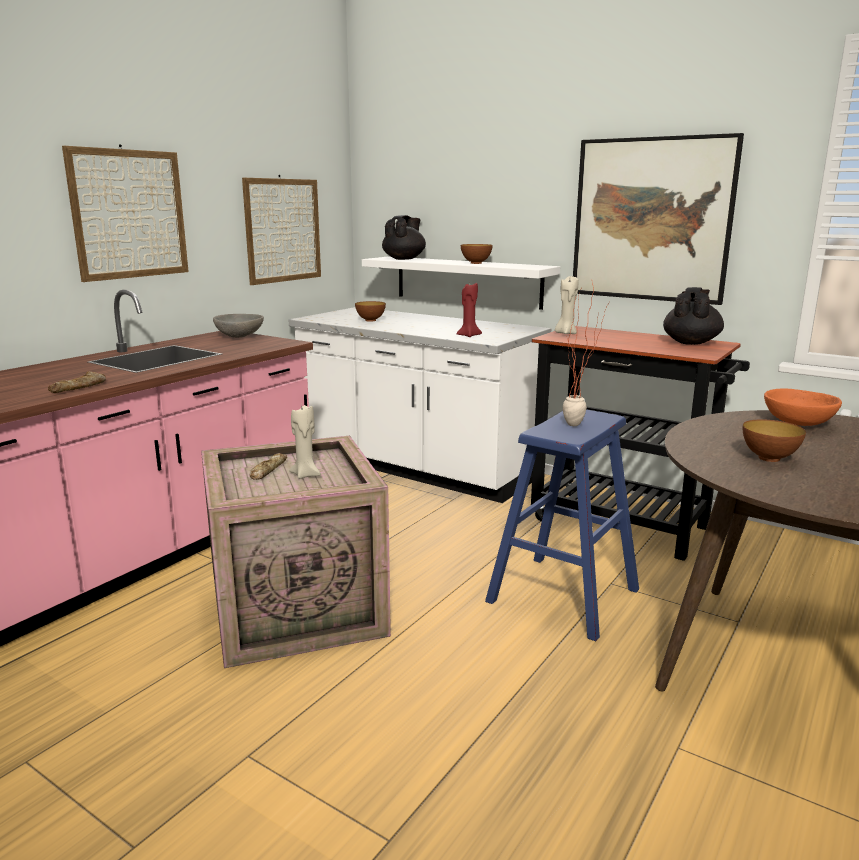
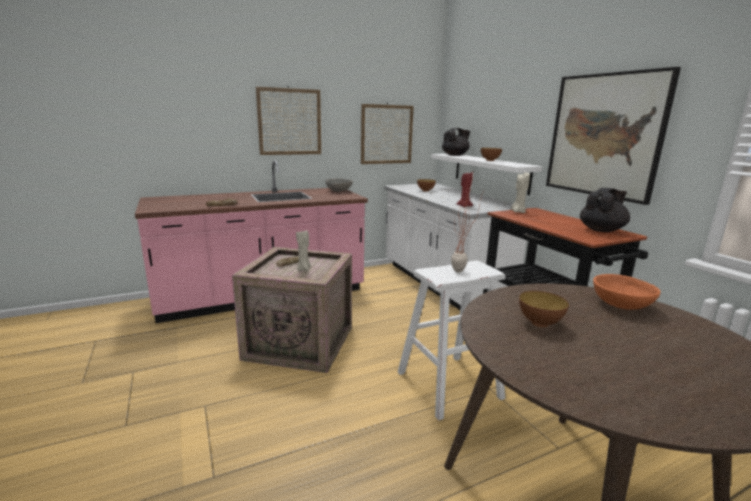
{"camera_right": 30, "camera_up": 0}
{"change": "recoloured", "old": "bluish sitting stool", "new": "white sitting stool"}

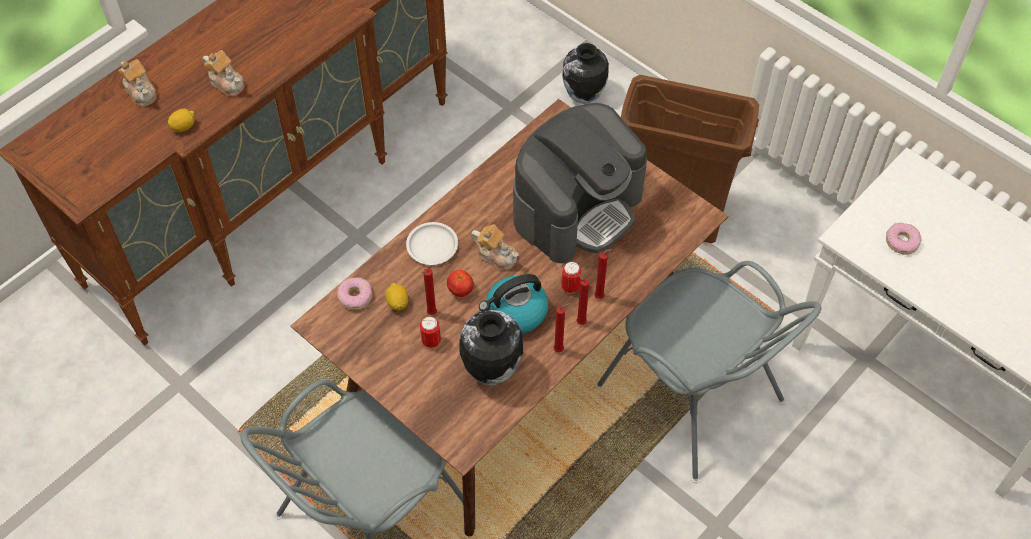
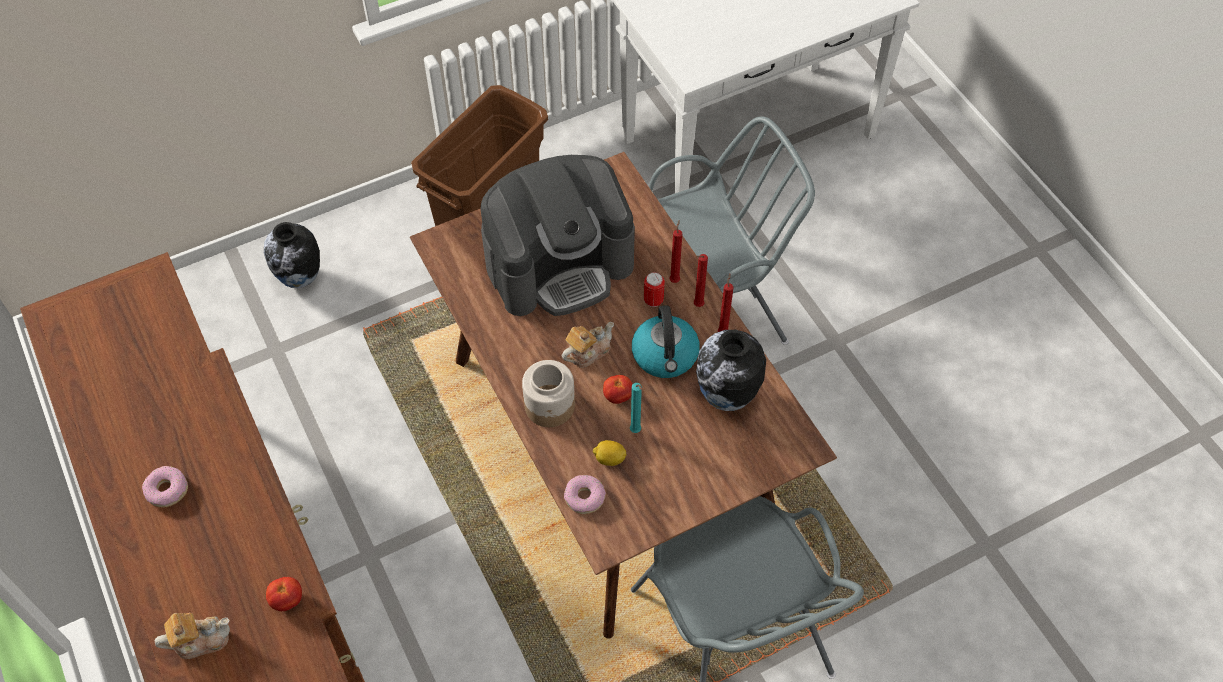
{"camera_right": -70, "camera_up": 0}
{"change": "replaced", "old": "whole lemon (1st from left)", "new": "whole tomato (1st from left)"}
{"change": "removed", "old": "pot for tea (2nd from left)"}
{"change": "replaced", "old": "white flat dish", "new": "preserve jar"}
{"change": "removed", "old": "metal can (1st from left)"}
{"change": "recoloured", "old": "reddish candle (1st from left)", "new": "blue-green candle"}
{"change": "turned", "old": "coffee brewer", "degrees": 90}
{"change": "moved", "old": "doughnut (2nd from left in the first image)", "new": "doughnut (1st from left)"}

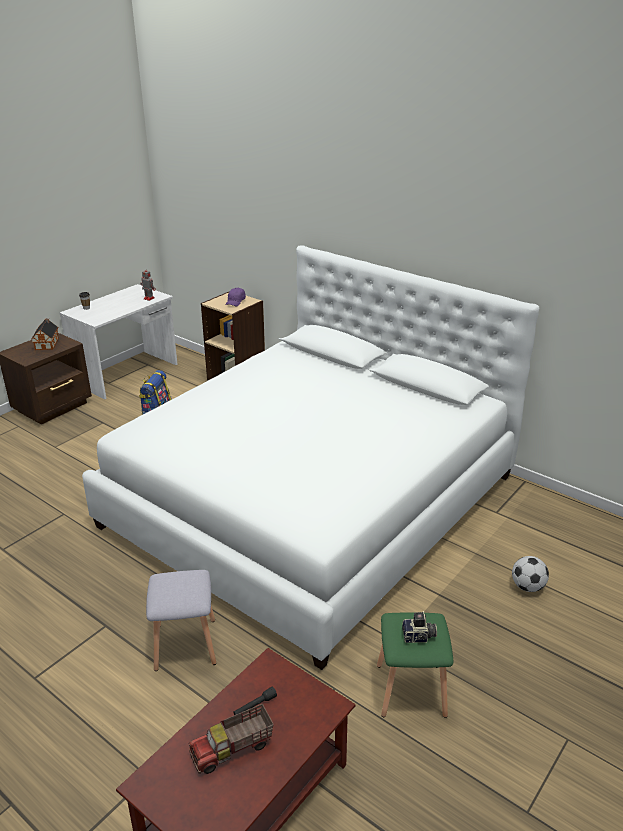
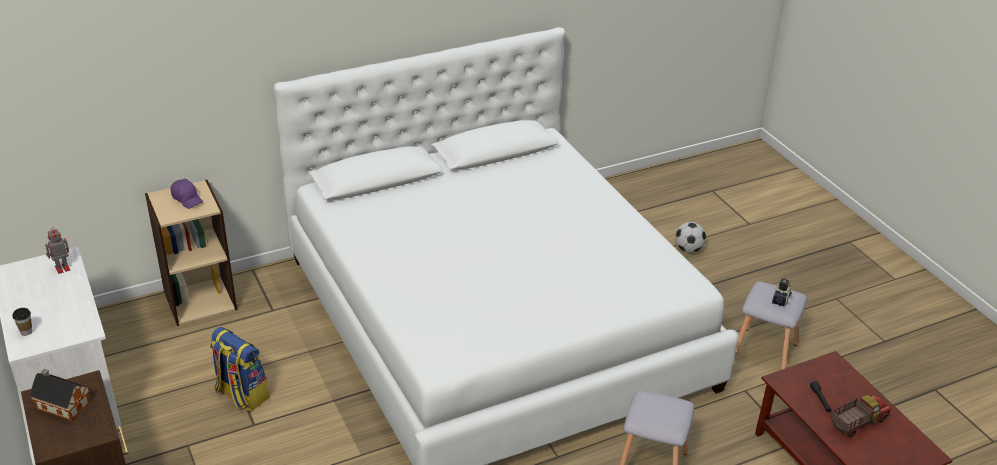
{"camera_right": -65, "camera_up": 5}
{"change": "turned", "old": "toy truck", "degrees": -120}
{"change": "recoloured", "old": "green-coloured sitting stool", "new": "greyish sitting stool (2nd from left)"}

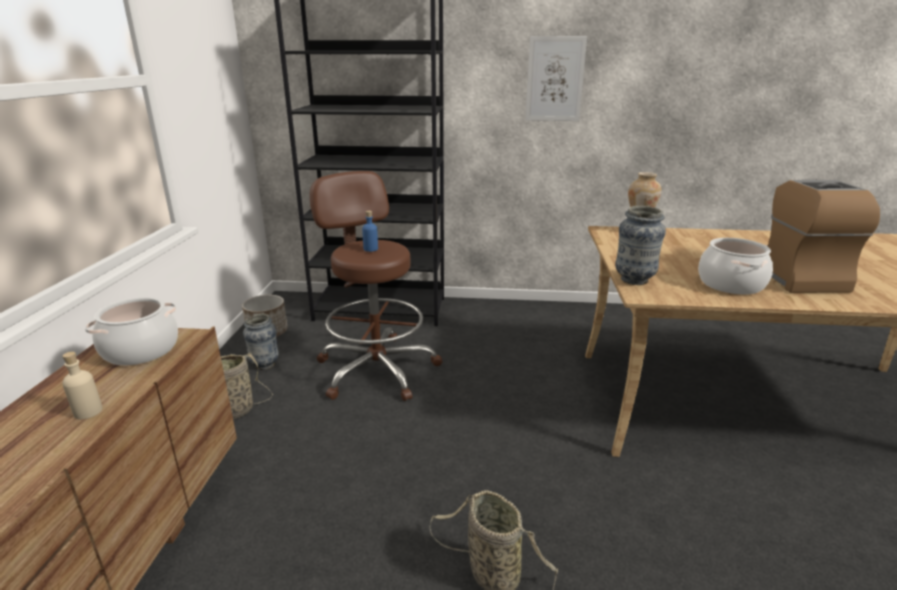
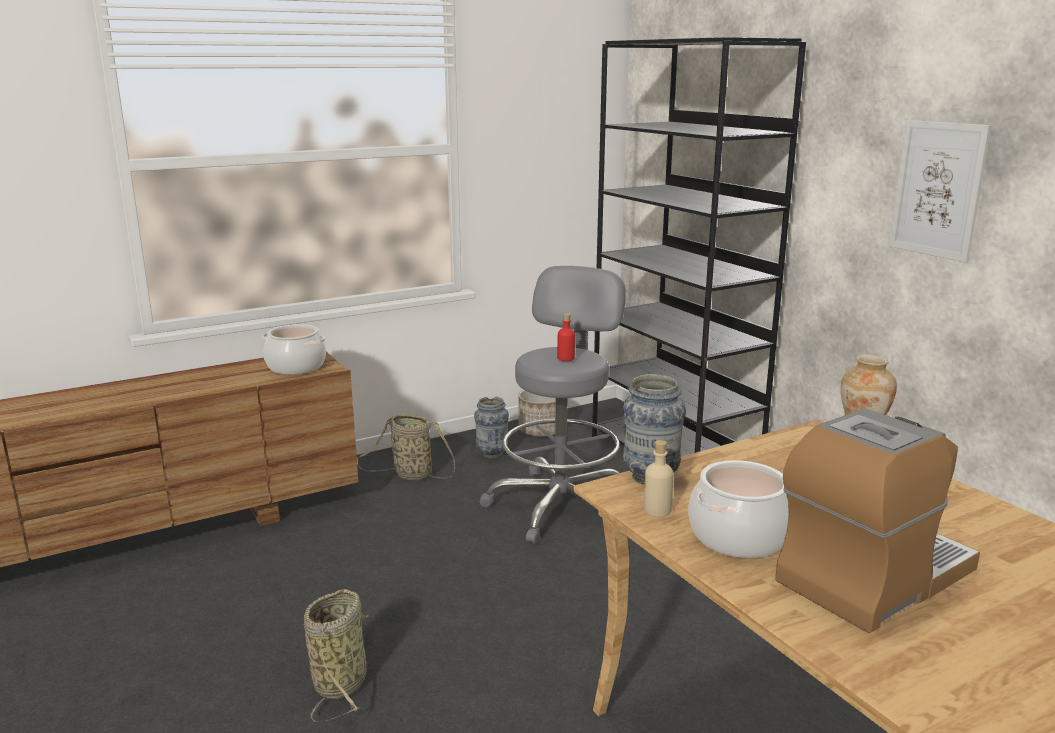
{"camera_right": 55, "camera_up": -5}
{"change": "moved", "old": "beige beverage bottle"}
{"change": "recoloured", "old": "brownish sitting stool", "new": "greyish sitting stool"}
{"change": "recoloured", "old": "bluish beverage bottle", "new": "reddish beverage bottle"}

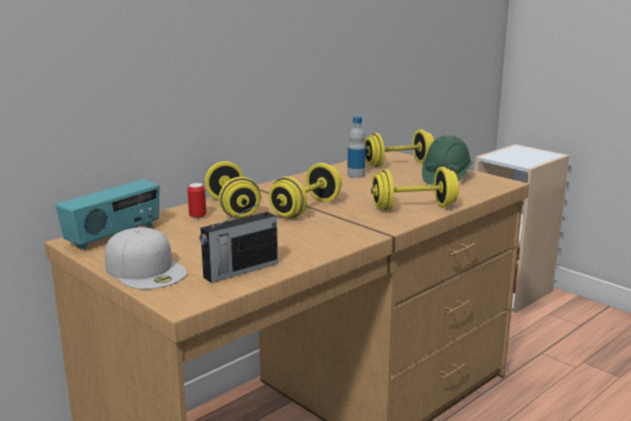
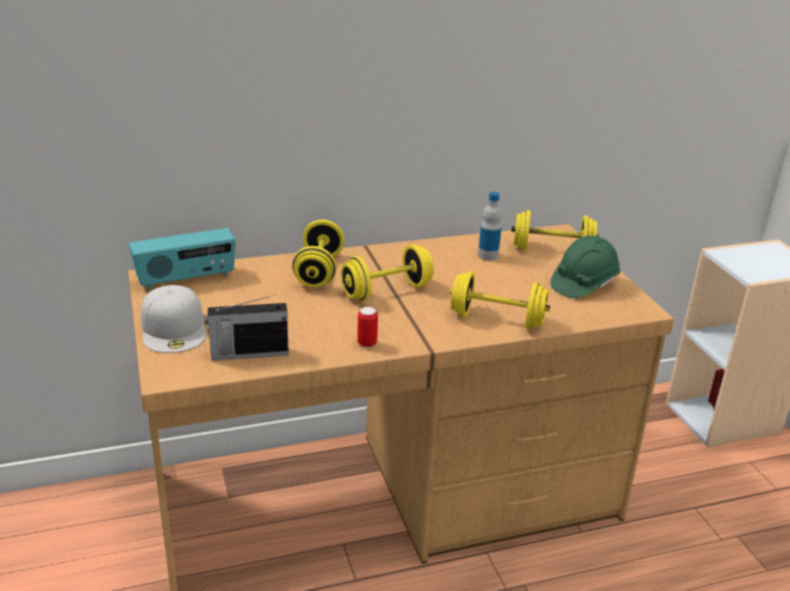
{"camera_right": 25, "camera_up": 10}
{"change": "moved", "old": "metal can"}

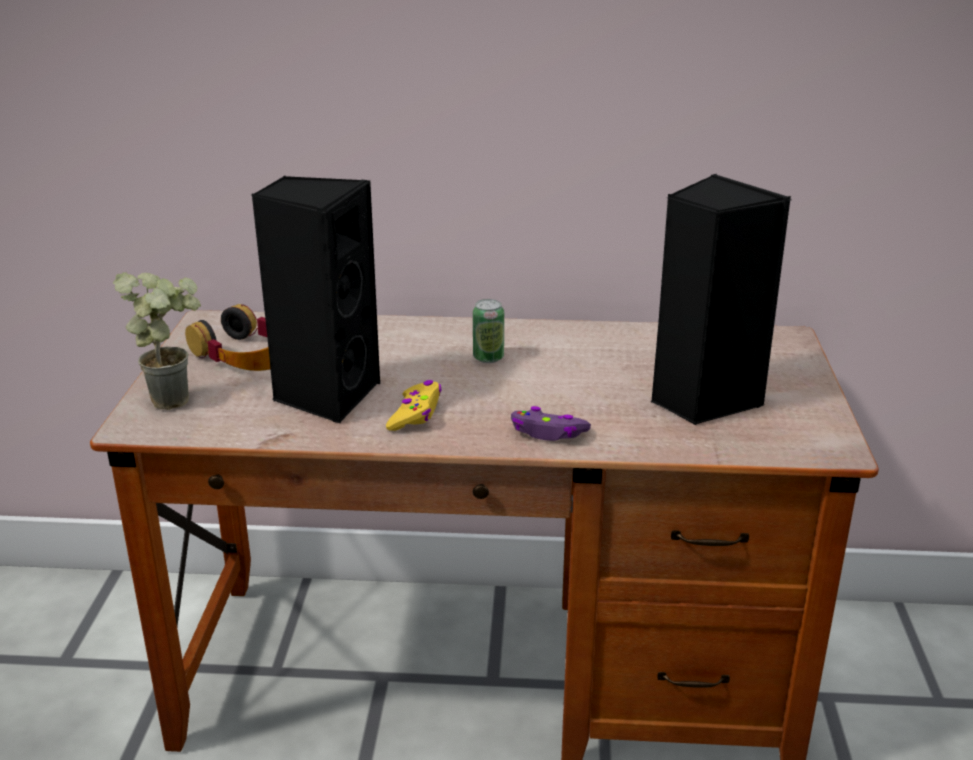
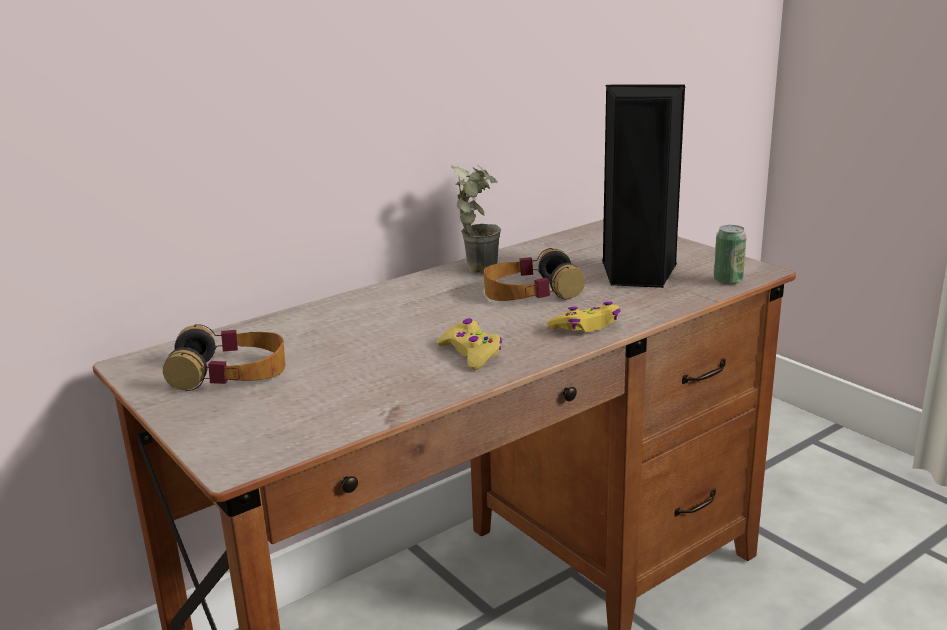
{"camera_right": -40, "camera_up": -5}
{"change": "moved", "old": "plant in a pot"}
{"change": "removed", "old": "black-coloured audio speaker (1st from left)"}
{"change": "moved", "old": "metal can"}
{"change": "recoloured", "old": "purple-coloured joypad", "new": "yellowish joypad (2nd from left)"}
{"change": "added", "new": "headphones (2nd from left)"}

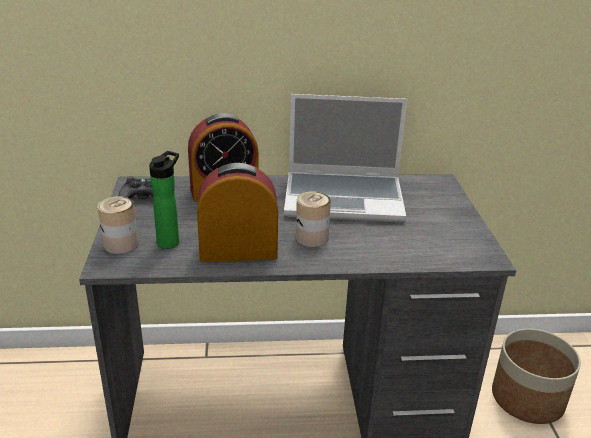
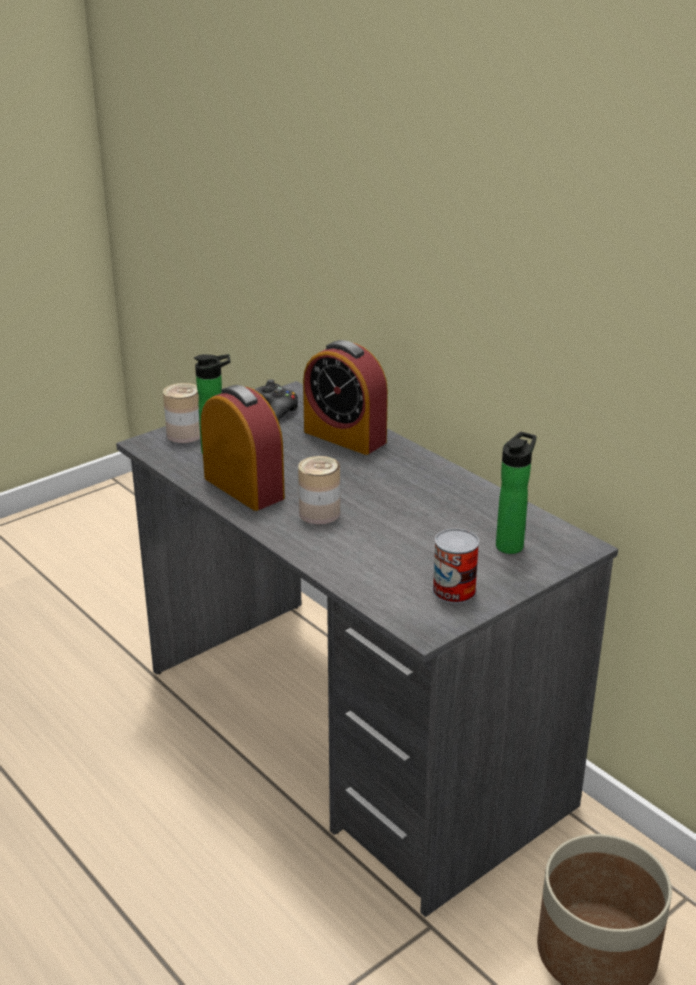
{"camera_right": 55, "camera_up": 0}
{"change": "removed", "old": "portable computer"}
{"change": "added", "new": "metal can (3rd from left)"}
{"change": "added", "new": "beverage bottle (2nd from left)"}

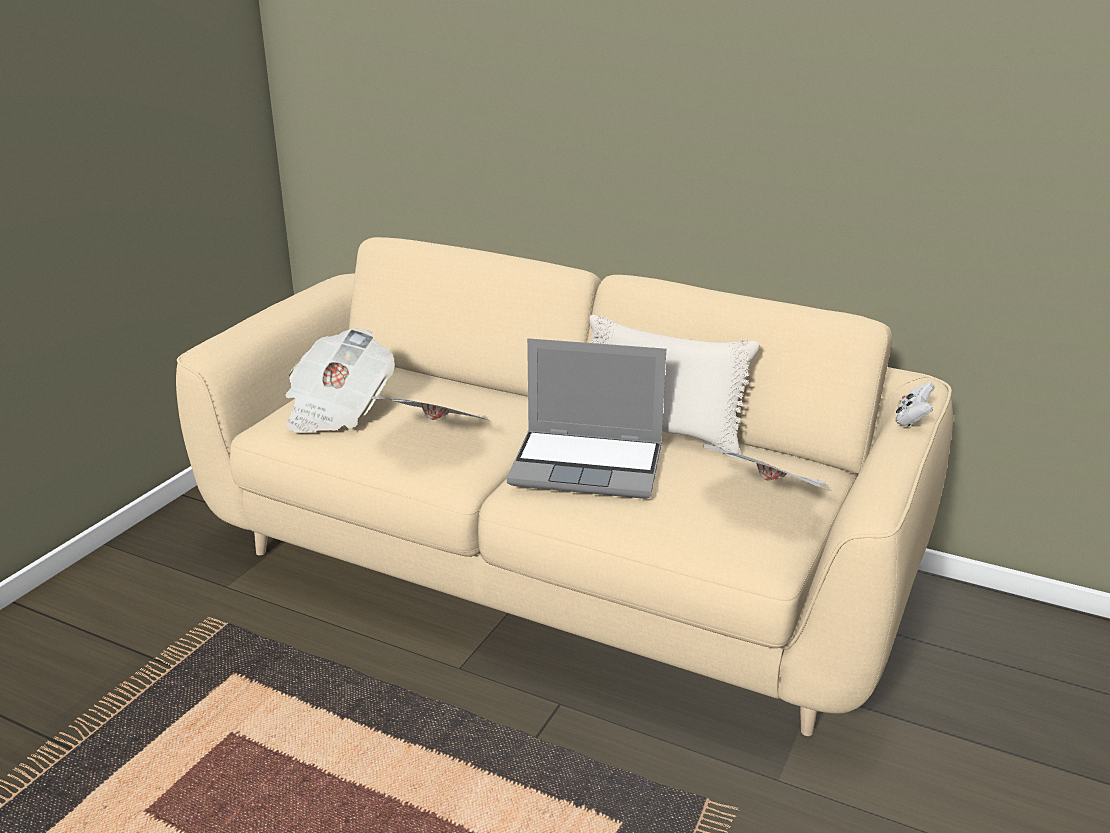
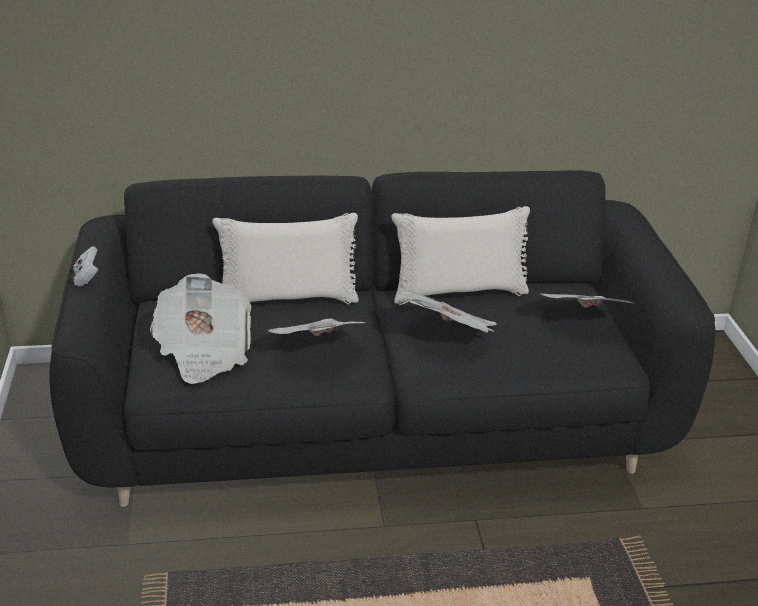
{"camera_right": -35, "camera_up": 5}
{"change": "recoloured", "old": "beige sofa", "new": "black-coloured sofa"}
{"change": "replaced", "old": "portable computer", "new": "daily paper (3rd from left)"}
{"change": "moved", "old": "white joypad"}
{"change": "added", "new": "white throw pillow (1st from left)"}

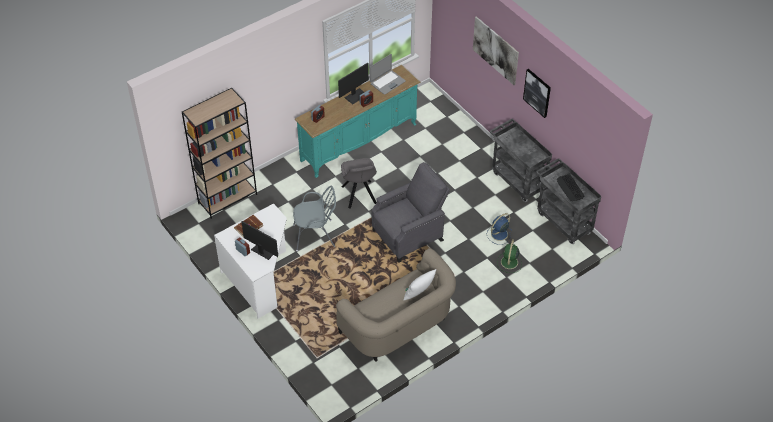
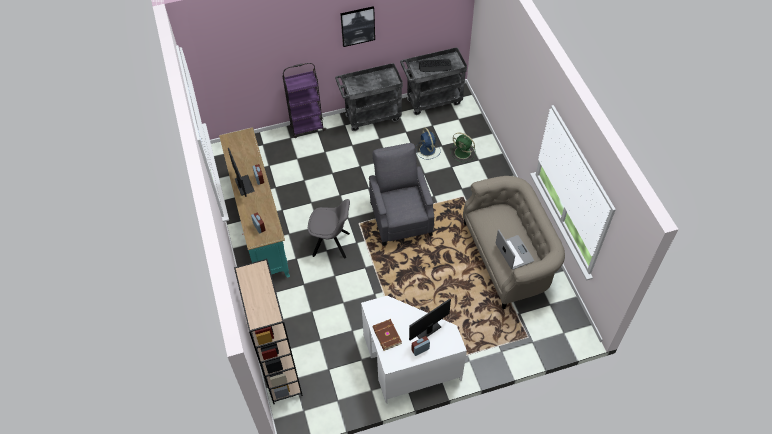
{"camera_right": -70, "camera_up": 5}
{"change": "removed", "old": "greyish chair (1st from left)"}
{"change": "moved", "old": "portable computer"}
{"change": "removed", "old": "white throw pillow"}
{"change": "removed", "old": "wall picture (1st from left)"}
{"change": "added", "new": "purple-coloured cart"}

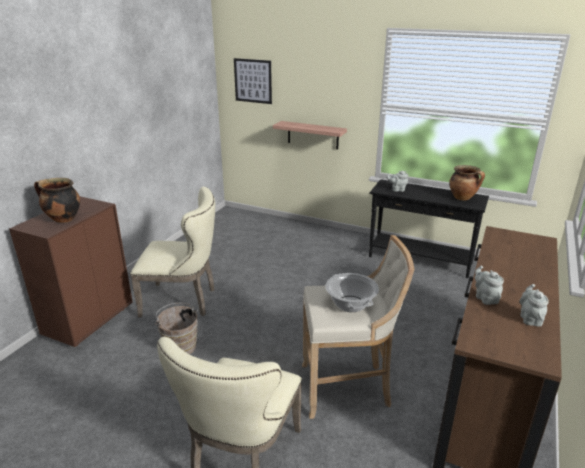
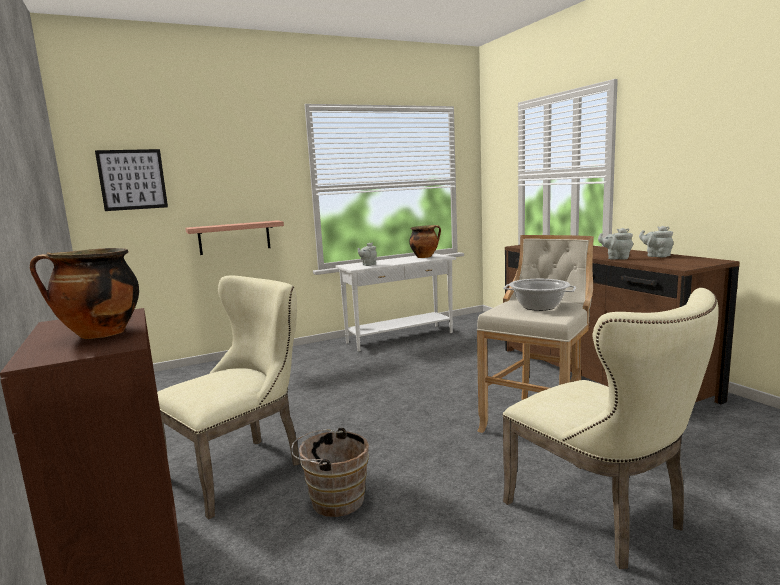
{"camera_right": -50, "camera_up": -15}
{"change": "recoloured", "old": "black-coloured hall table", "new": "white hall table"}

